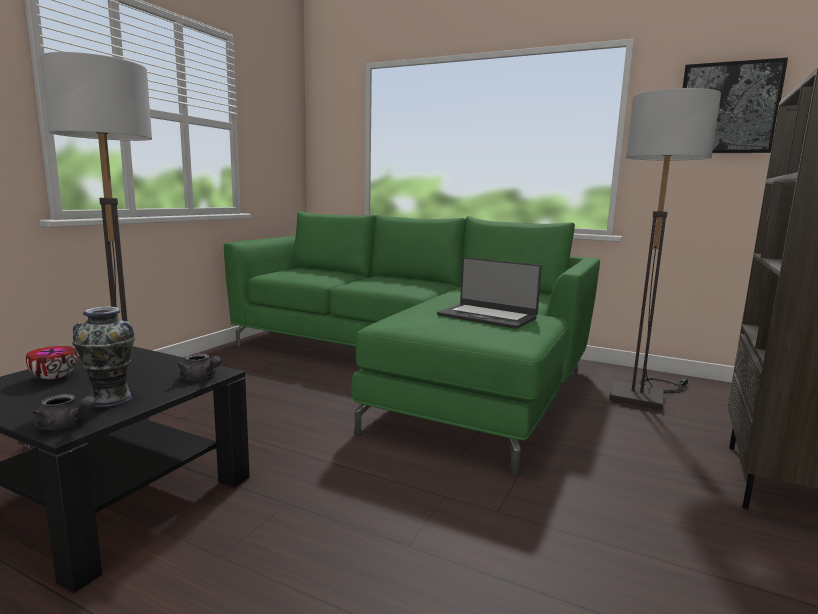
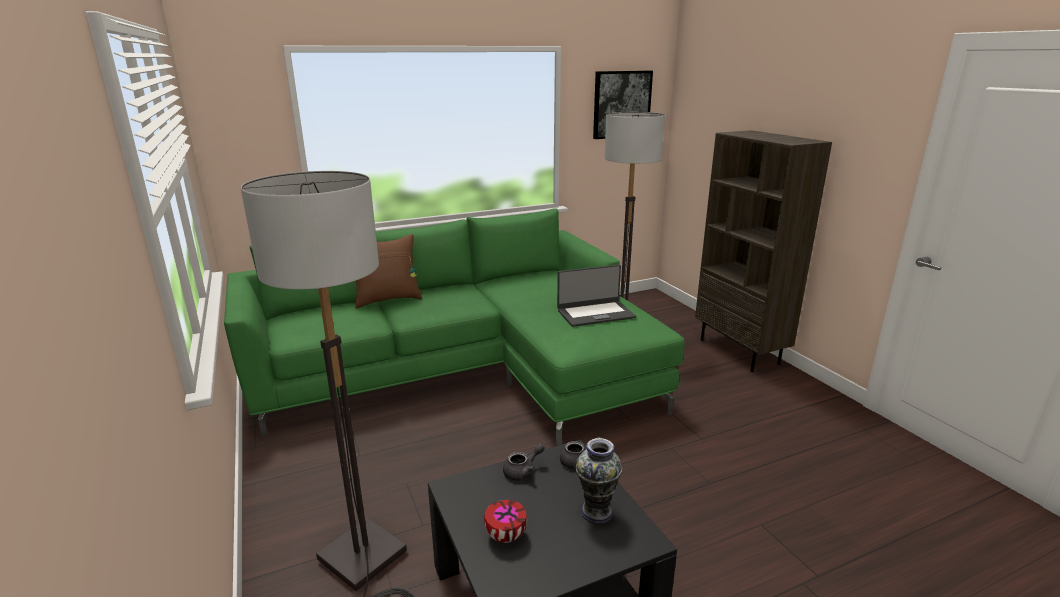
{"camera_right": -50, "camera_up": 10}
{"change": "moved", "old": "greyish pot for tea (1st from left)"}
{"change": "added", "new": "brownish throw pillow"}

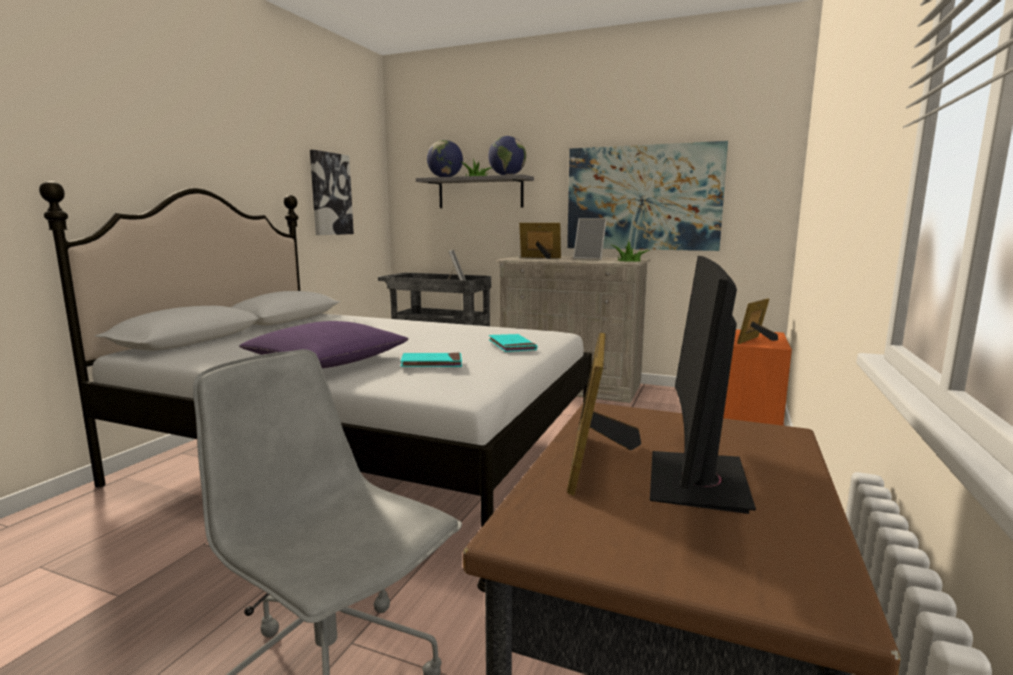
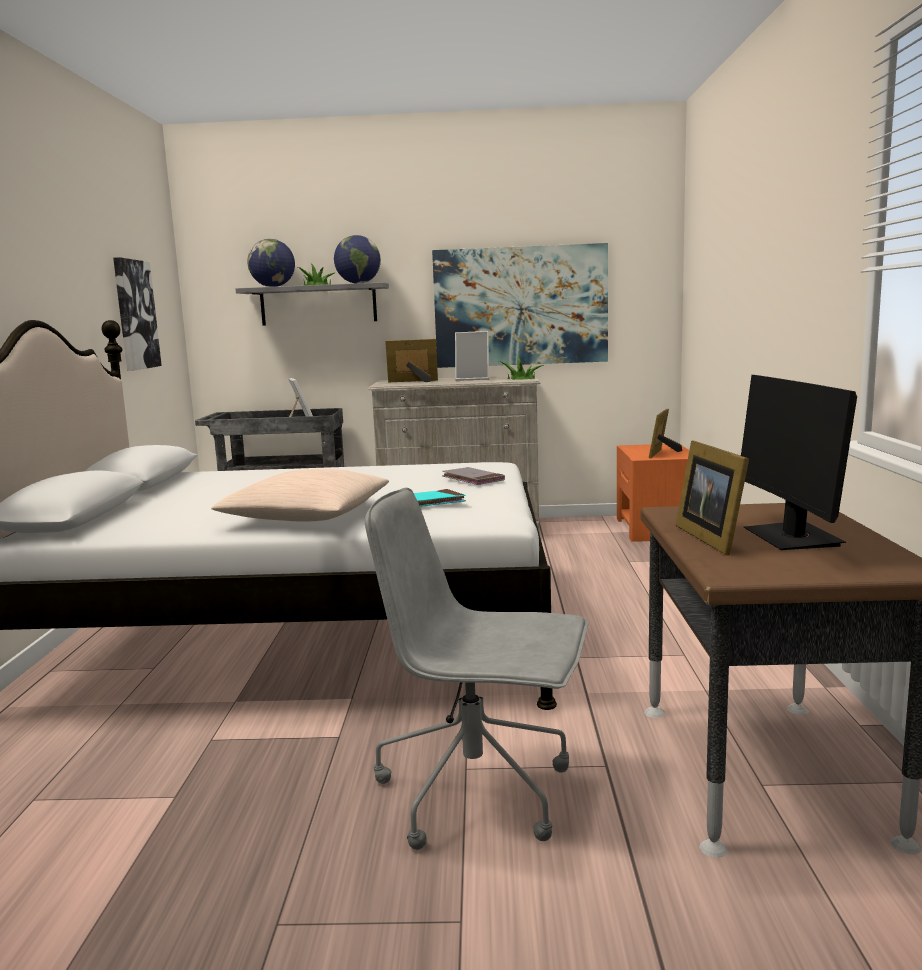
{"camera_right": -20, "camera_up": 0}
{"change": "recoloured", "old": "purple-coloured throw pillow", "new": "beige throw pillow"}
{"change": "recoloured", "old": "blue-green volume (2nd from left)", "new": "greyish volume"}

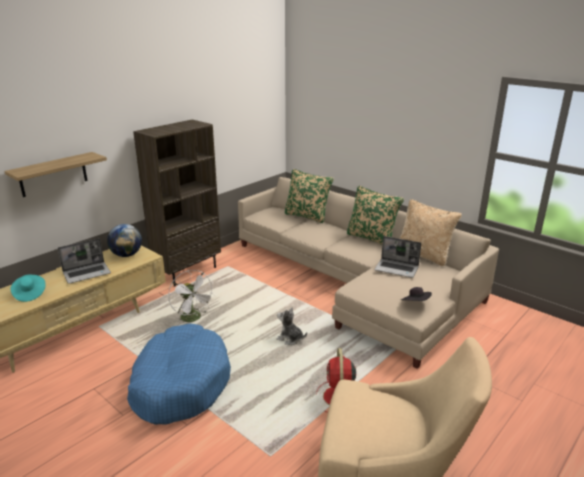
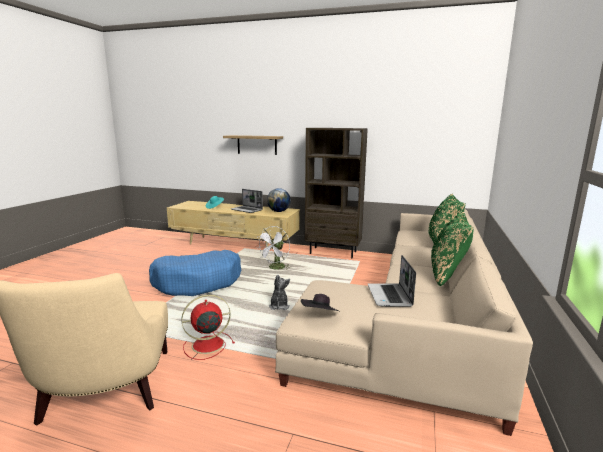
{"camera_right": 65, "camera_up": -10}
{"change": "removed", "old": "beige throw pillow"}

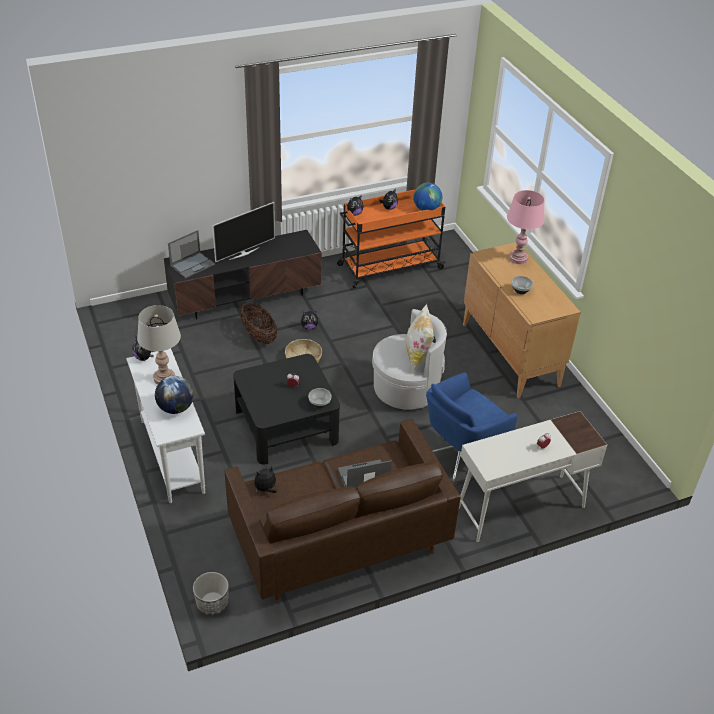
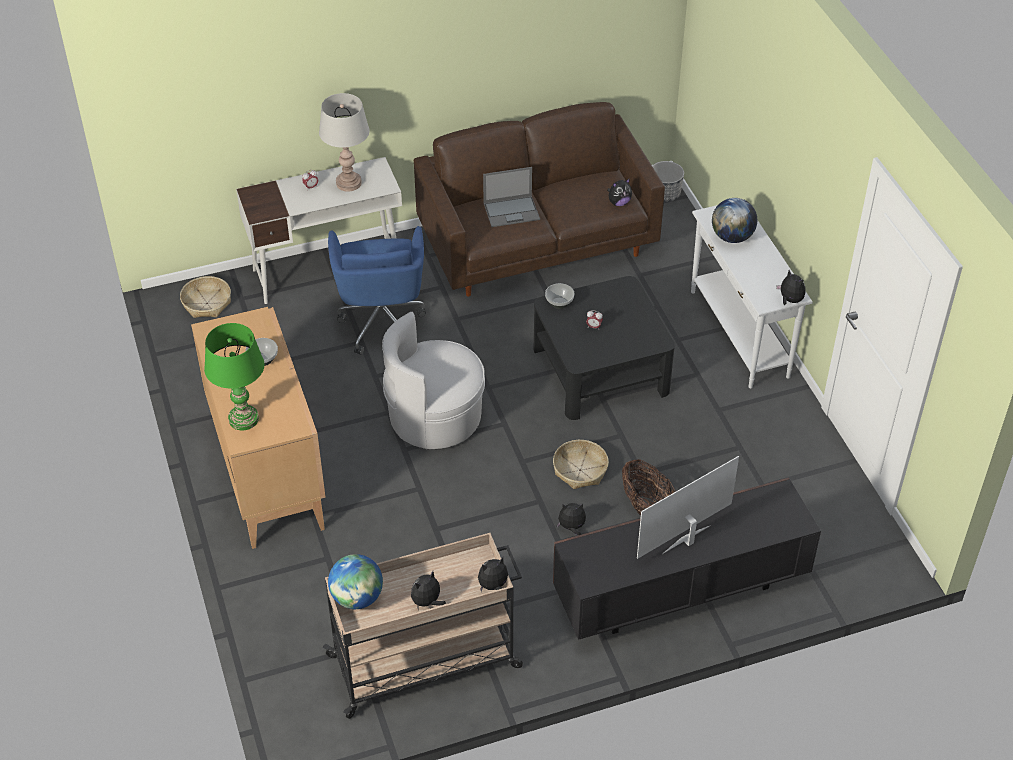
{"camera_right": -175, "camera_up": 5}
{"change": "moved", "old": "greyish tabletop lamp"}
{"change": "removed", "old": "portable computer (1st from left)"}
{"change": "recoloured", "old": "orange cart", "new": "beige cart"}
{"change": "removed", "old": "throw pillow"}
{"change": "turned", "old": "bluish computer chair", "degrees": 120}
{"change": "recoloured", "old": "pinkish tabletop lamp", "new": "green-coloured tabletop lamp"}
{"change": "added", "new": "household basket (1st from left)"}

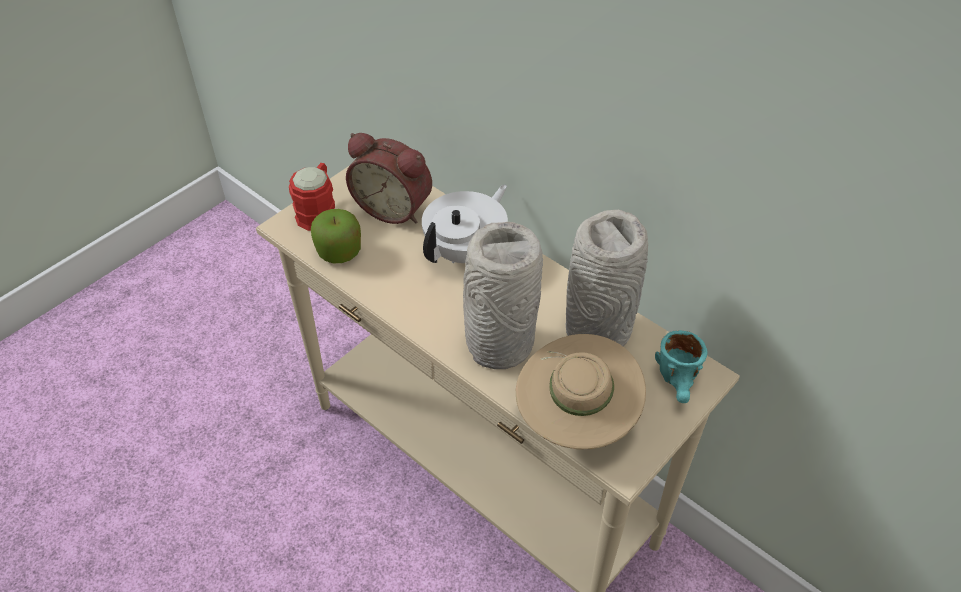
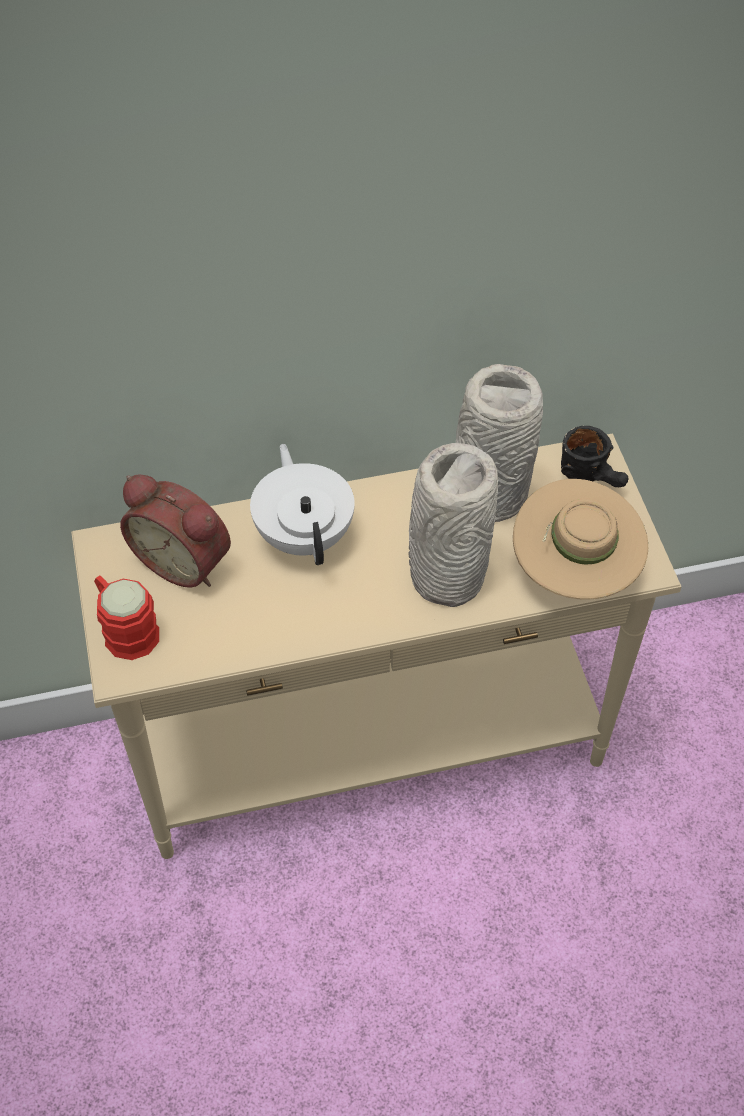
{"camera_right": -55, "camera_up": 5}
{"change": "removed", "old": "apple"}
{"change": "turned", "old": "bedside clock", "degrees": 60}
{"change": "recoloured", "old": "blue-green tea mug", "new": "black-coloured tea mug"}

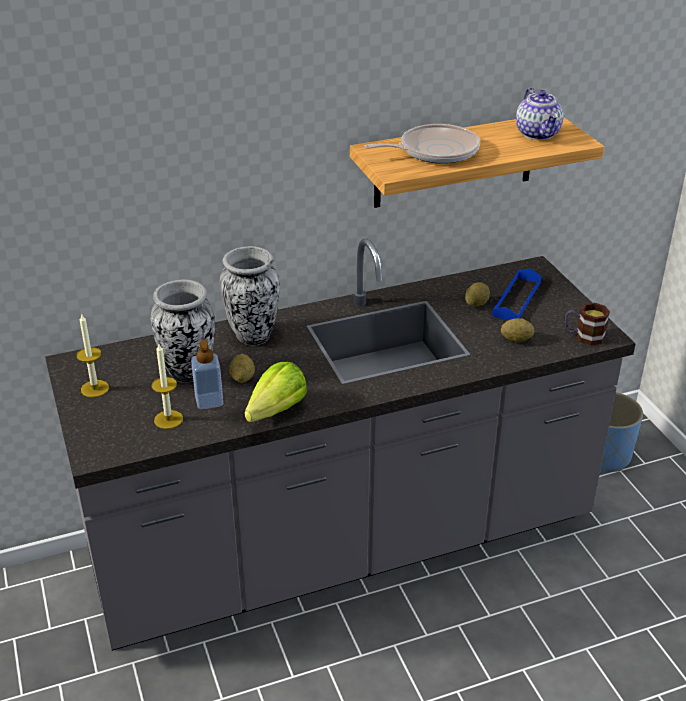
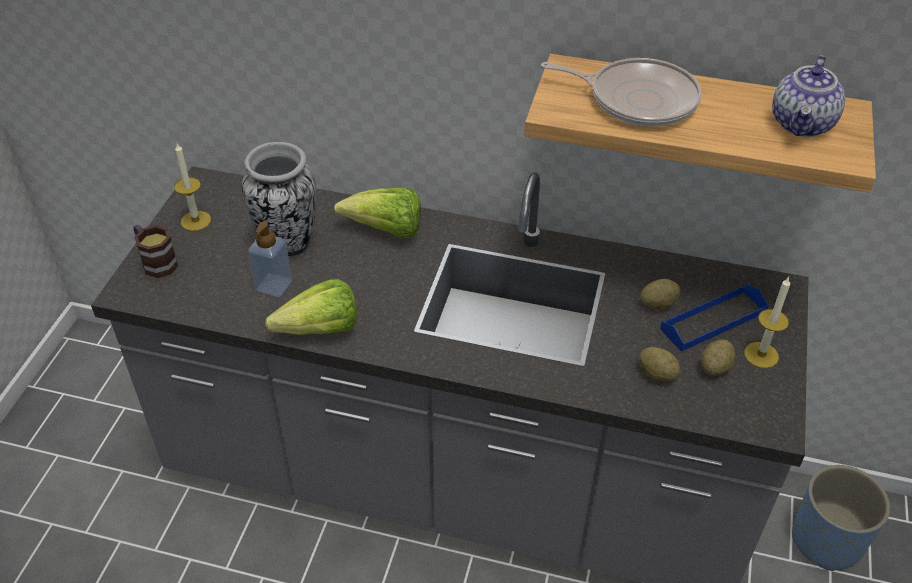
{"camera_right": 35, "camera_up": 10}
{"change": "moved", "old": "candle (2nd from left)"}
{"change": "replaced", "old": "decorative vase (2nd from left)", "new": "lettuce head (2nd from left)"}
{"change": "moved", "old": "potato (1st from left in the first image)", "new": "potato (3rd from left)"}
{"change": "moved", "old": "tea mug"}

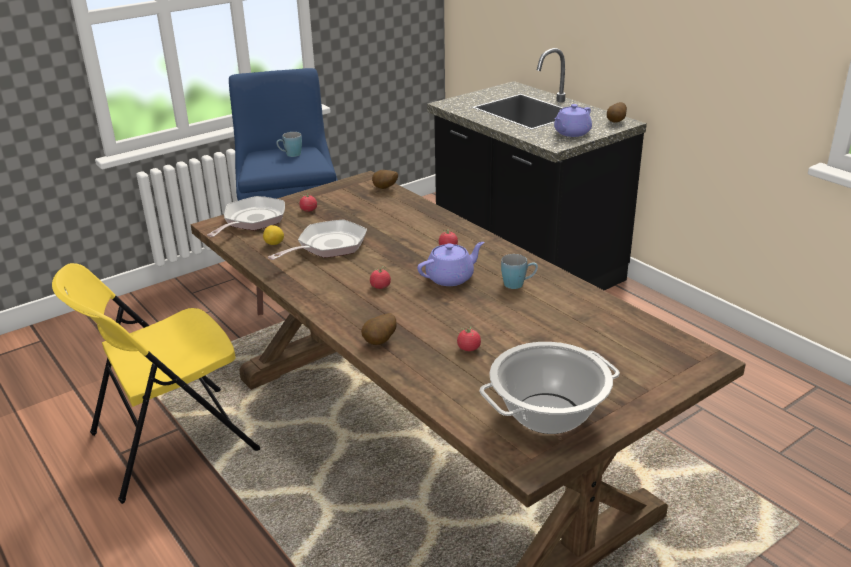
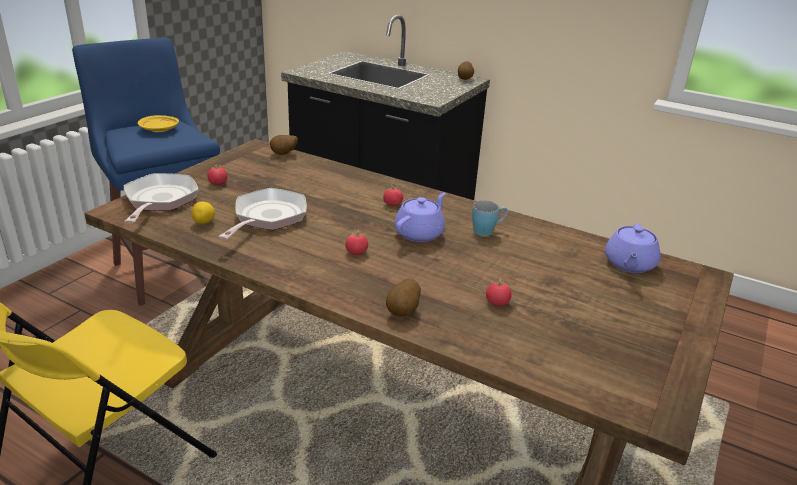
{"camera_right": -25, "camera_up": 0}
{"change": "replaced", "old": "bluish tea mug (1st from left)", "new": "yellowish flat dish"}
{"change": "removed", "old": "stockpot"}
{"change": "moved", "old": "purple-coloured pot for tea (2nd from left)"}

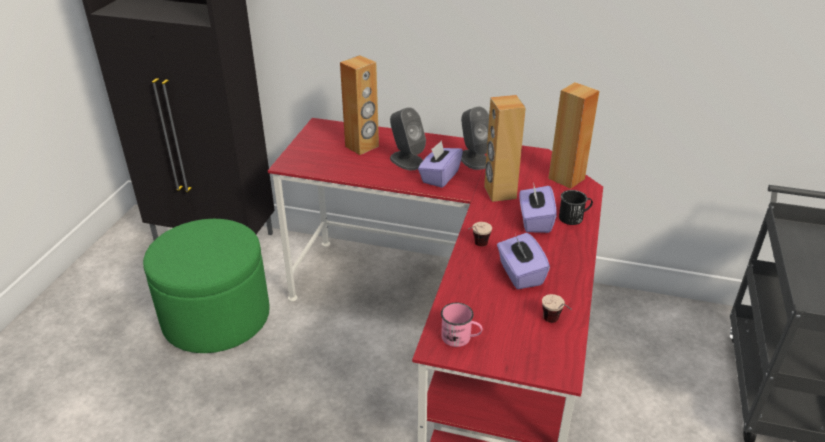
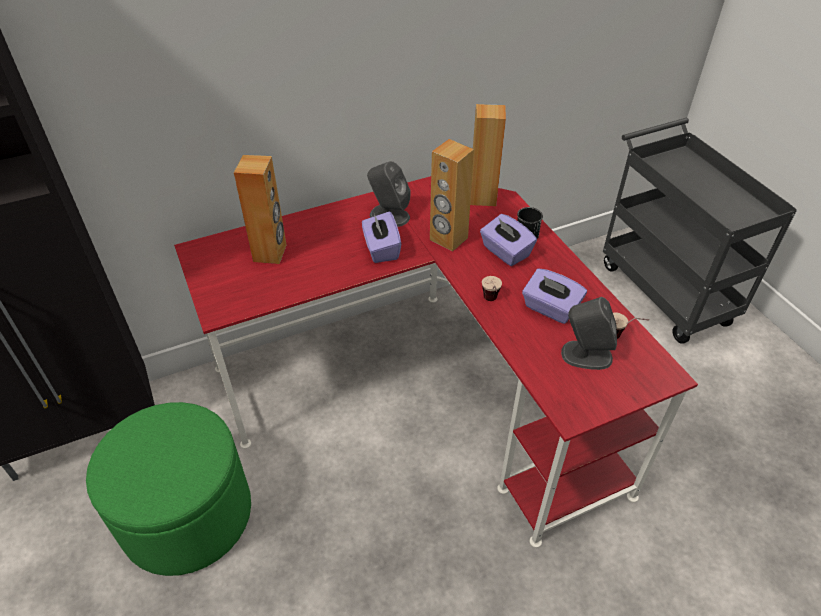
{"camera_right": -40, "camera_up": 10}
{"change": "moved", "old": "greyish audio speaker (1st from left in the first image)", "new": "greyish audio speaker (2nd from left)"}
{"change": "removed", "old": "pinkish tea mug"}

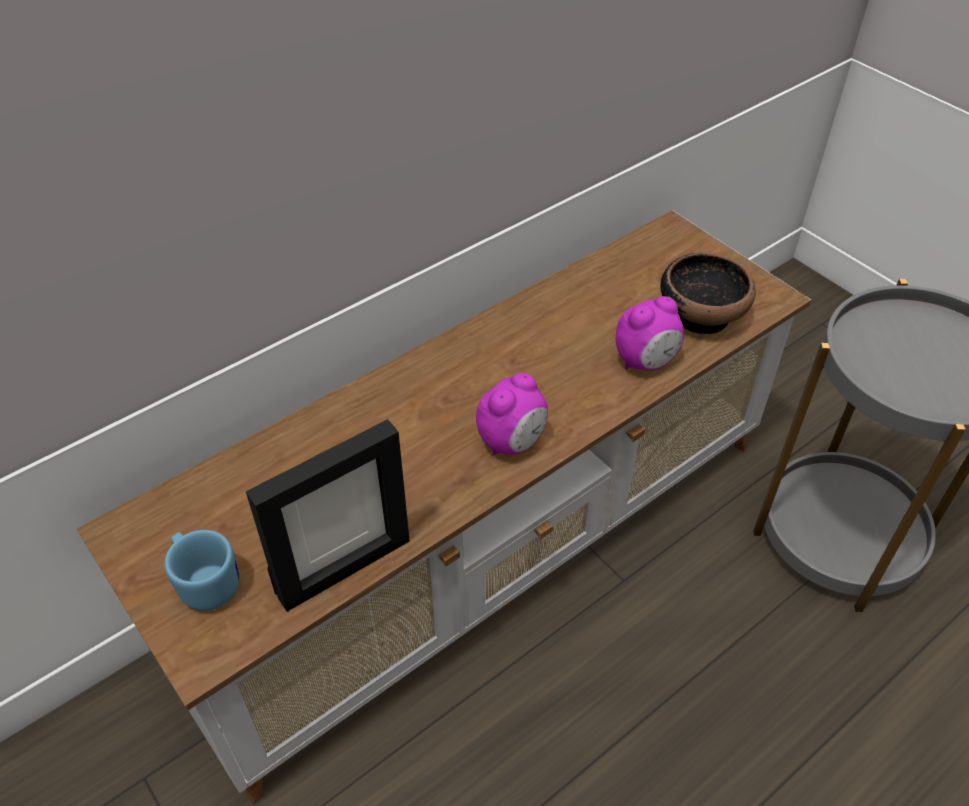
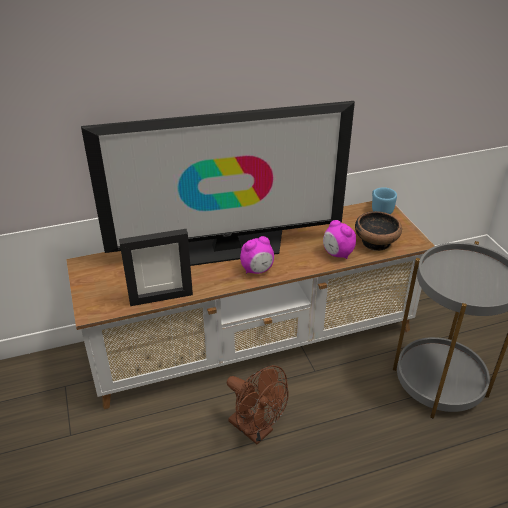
{"camera_right": 20, "camera_up": -10}
{"change": "moved", "old": "bluish tea mug"}
{"change": "turned", "old": "bedside clock (2nd from left)", "degrees": 60}
{"change": "added", "new": "TV"}
{"change": "added", "new": "brownish electric fan"}

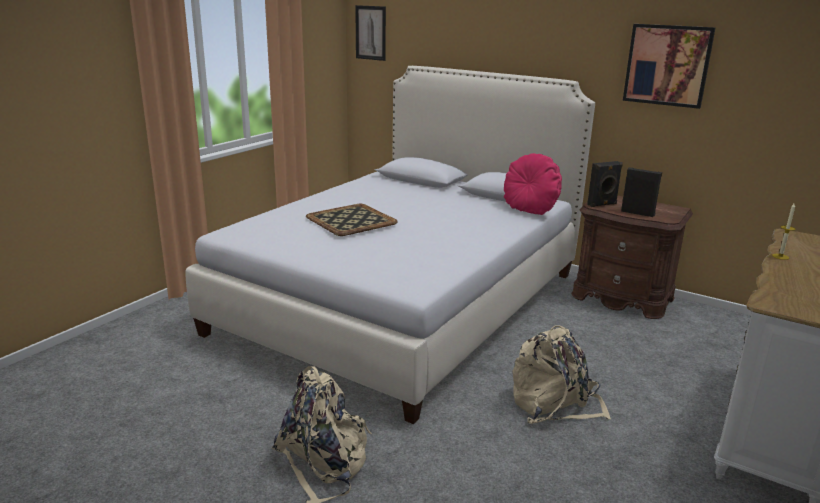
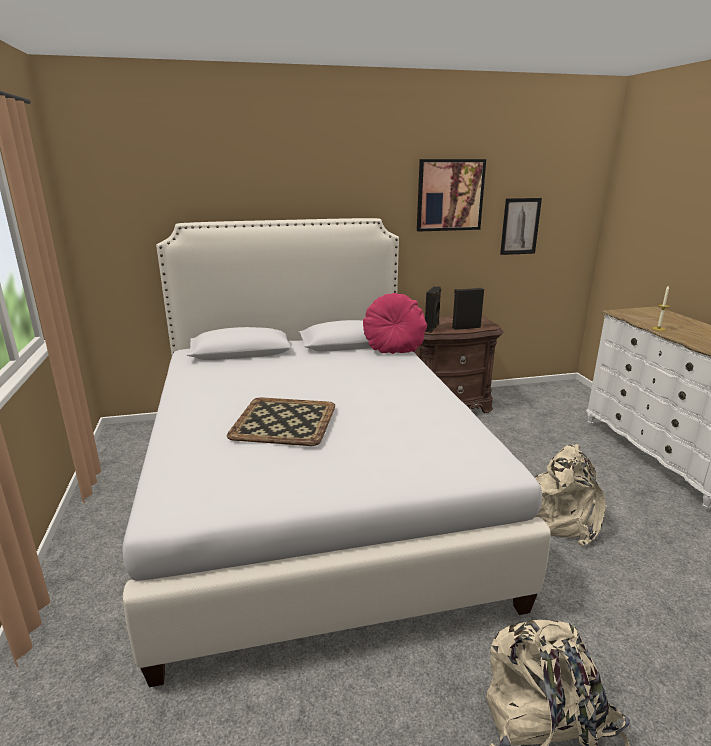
{"camera_right": -45, "camera_up": 0}
{"change": "moved", "old": "wall picture (1st from left in the first image)", "new": "wall picture (2nd from left)"}

